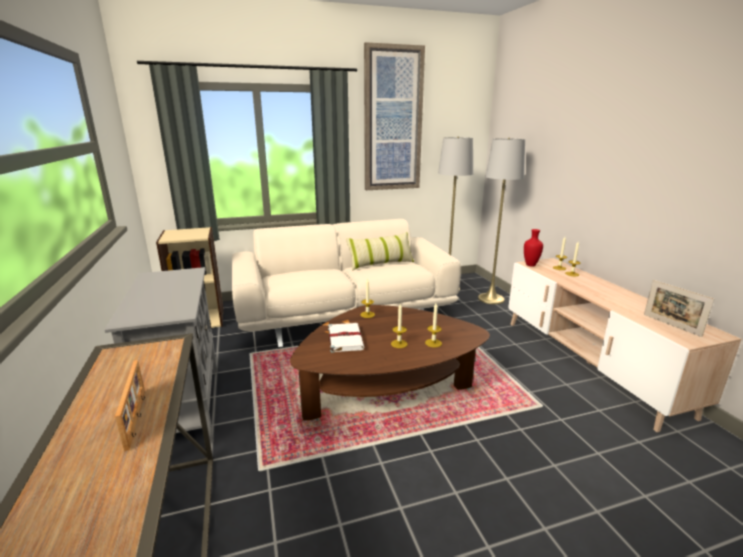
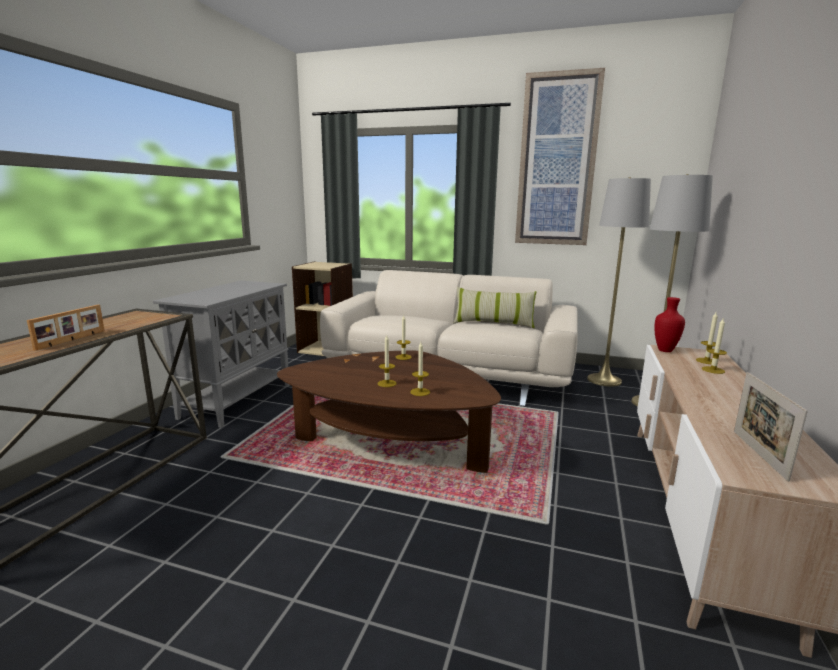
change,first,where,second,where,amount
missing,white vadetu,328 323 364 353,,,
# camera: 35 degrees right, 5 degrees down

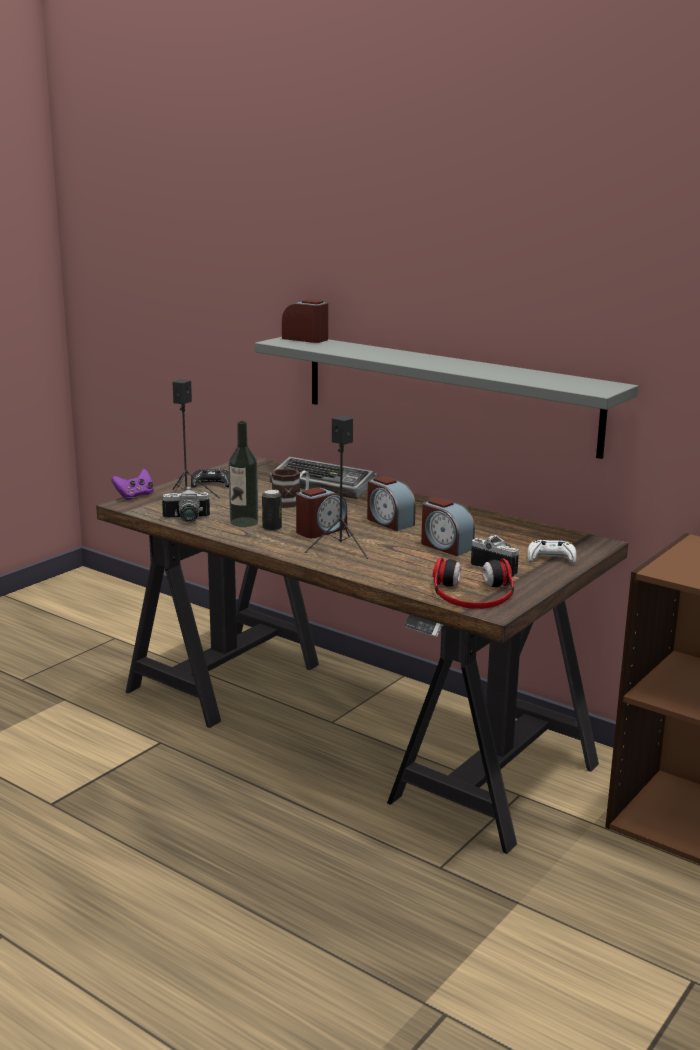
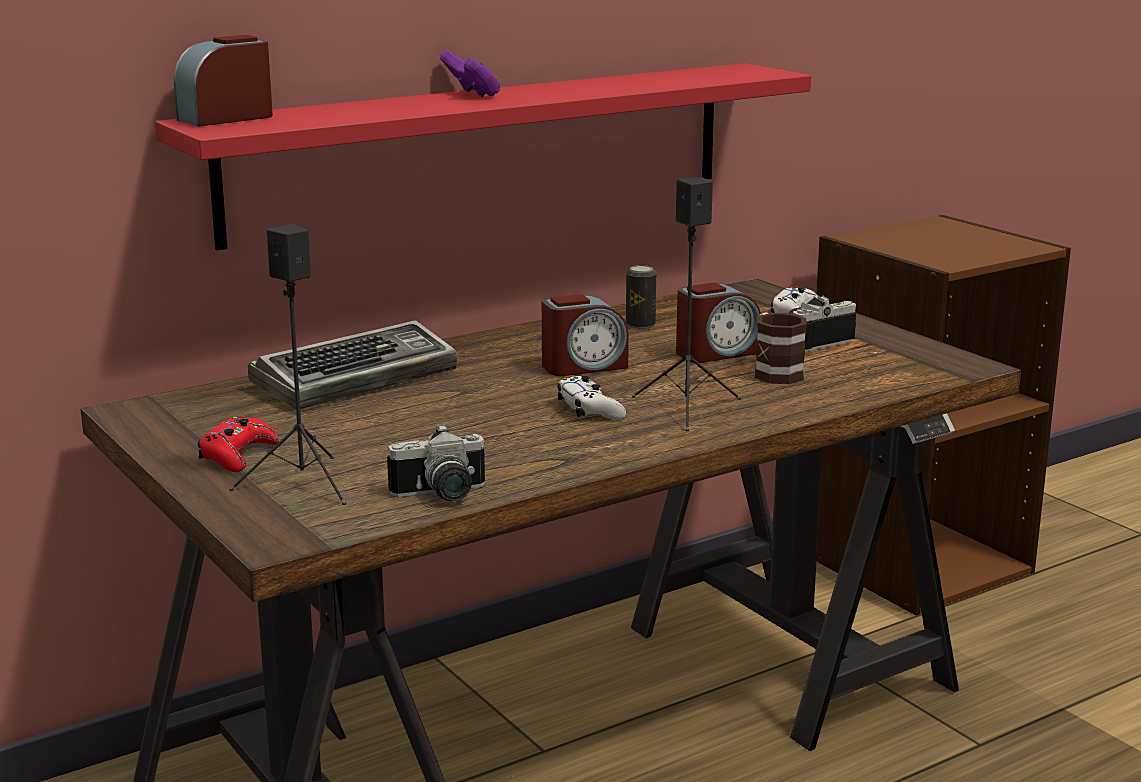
change,first,where,second,where,amount
colour,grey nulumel,255 337 638 459,red nulumel,155 63 811 250,
missing,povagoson,229 421 258 527,,,
relocated,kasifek,272 468 309 508,,755 312 807 384,
relocated,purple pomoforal,111 469 154 500,,440 50 500 97,
colour,black pomoforal,191 469 229 488,red pomoforal,198 416 279 472,
spun,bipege,162 486 210 522,,387 424 485 501,60 degrees clockwise
exchanged,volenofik,296 487 347 538,white pomoforal,557 376 626 420,
relocated,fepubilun,262 489 282 531,,626 265 656 329,
missing,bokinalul,433 558 514 609,,,
# camera: 70 degrees left, 0 degrees up

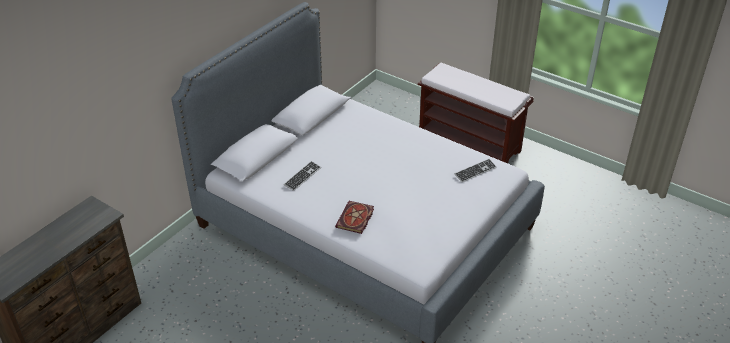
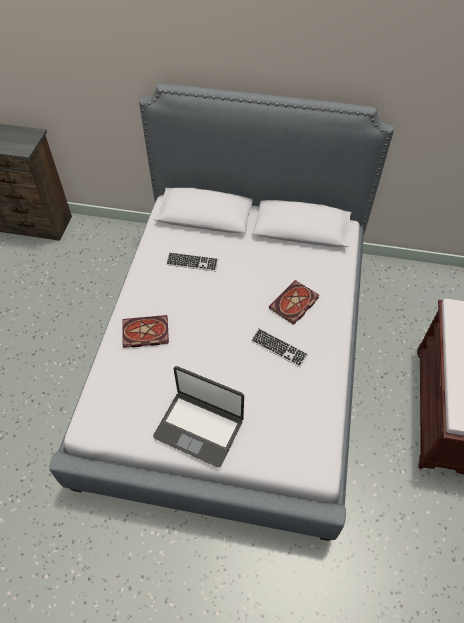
change,first,where,second,where,amount
relocated,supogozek,454 159 497 182,,251 328 308 367,
appeared,,,vadetu,269 280 319 325,
appeared,,,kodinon,153 366 244 467,
# camera: 65 degrees right, 15 degrees up

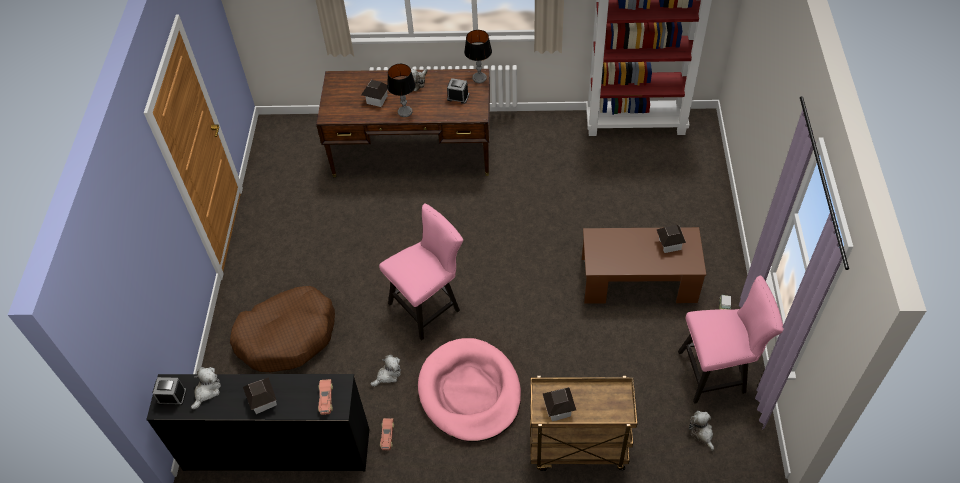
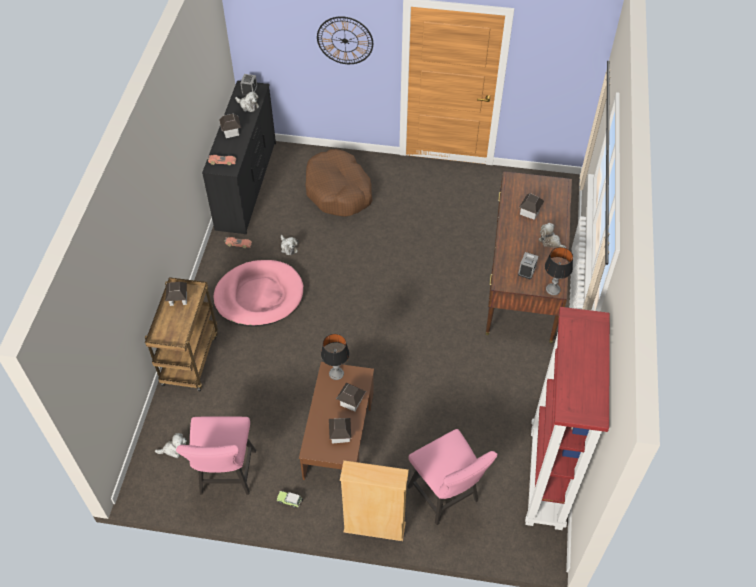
change,first,where,second,where,amount
relocated,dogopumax,387 64 416 117,,321 334 350 380,
relocated,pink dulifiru,379 203 463 340,,407 429 497 525,
appeared,,,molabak,317 16 373 64,
appeared,,,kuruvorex,336 383 366 412,
appeared,,,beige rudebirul,340 460 409 541,
# camera: 95 degrees right, 0 degrees up

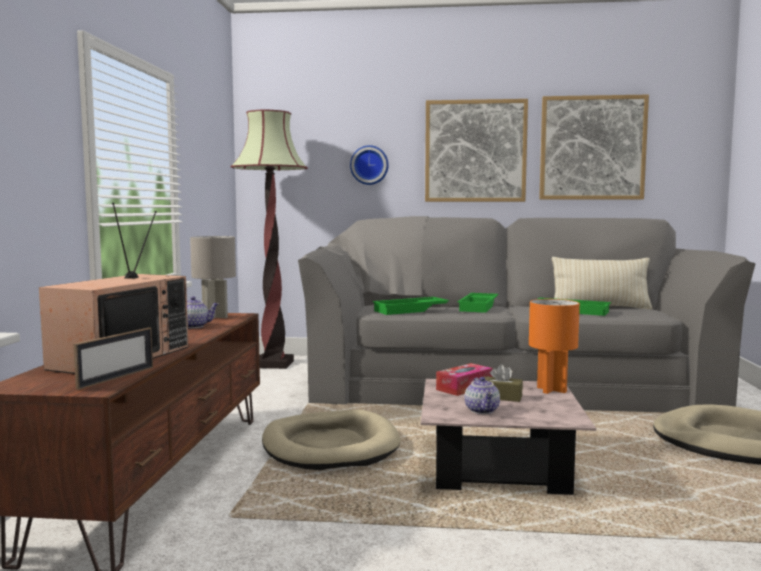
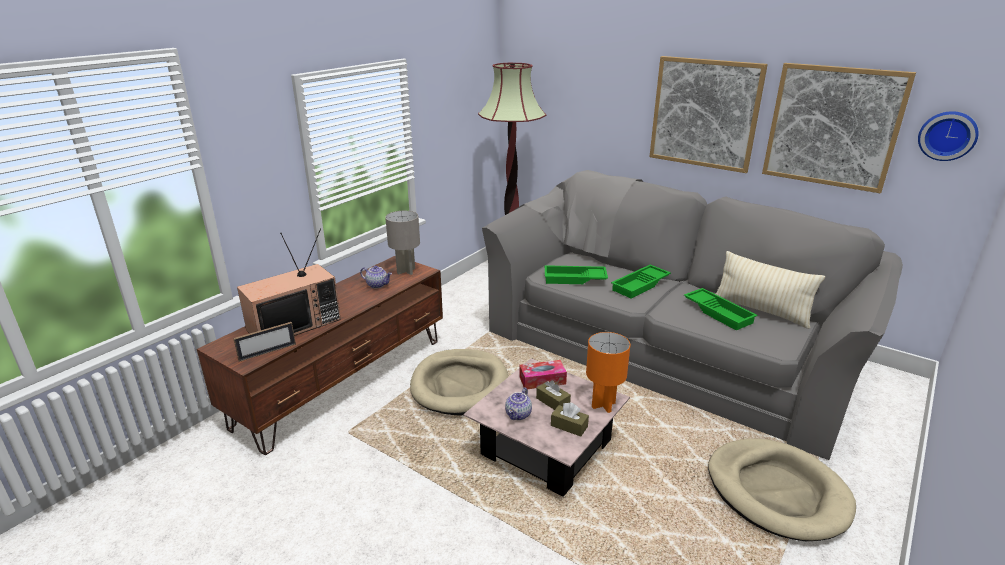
change,first,where,second,where,amount
relocated,molabak,350 145 389 185,,918 111 979 161,
appeared,,,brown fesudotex,551 402 589 437,
# camera: 30 degrees right, 20 degrees up

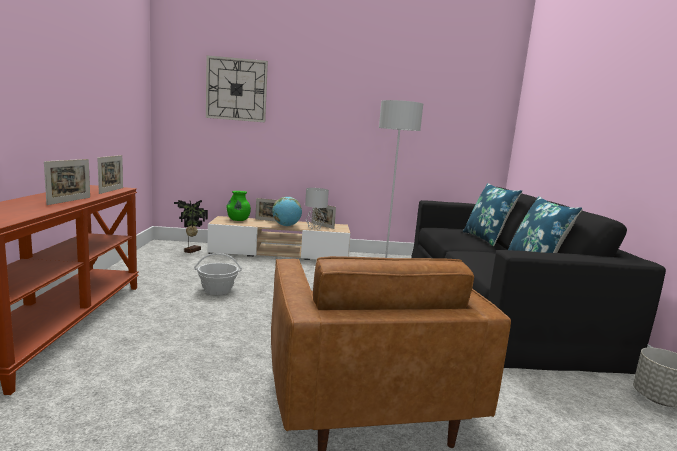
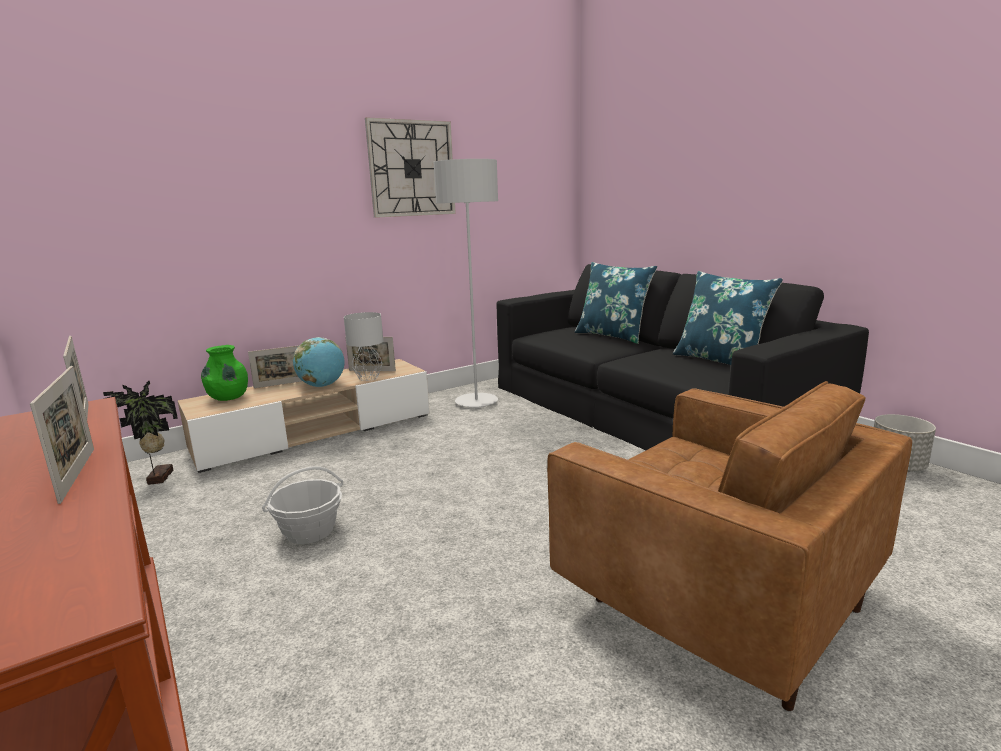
change,first,where,second,where,amount
relocated,molabak,206 55 268 122,,365 117 456 218,
# camera: 30 degrees left, 5 degrees up

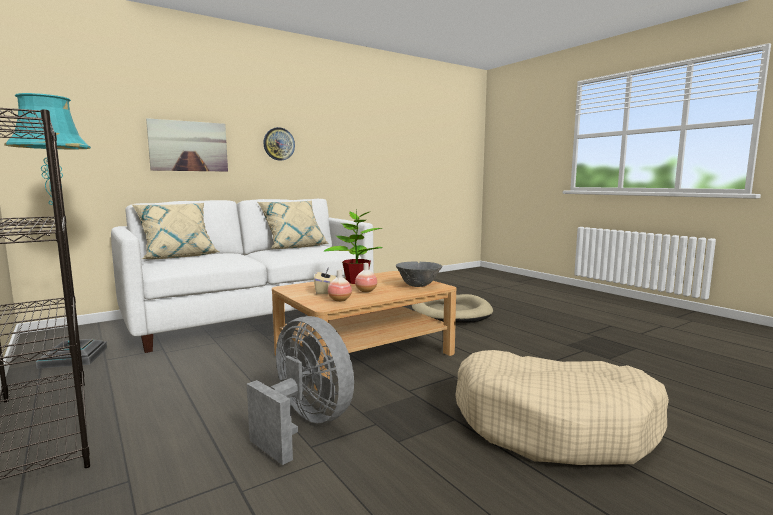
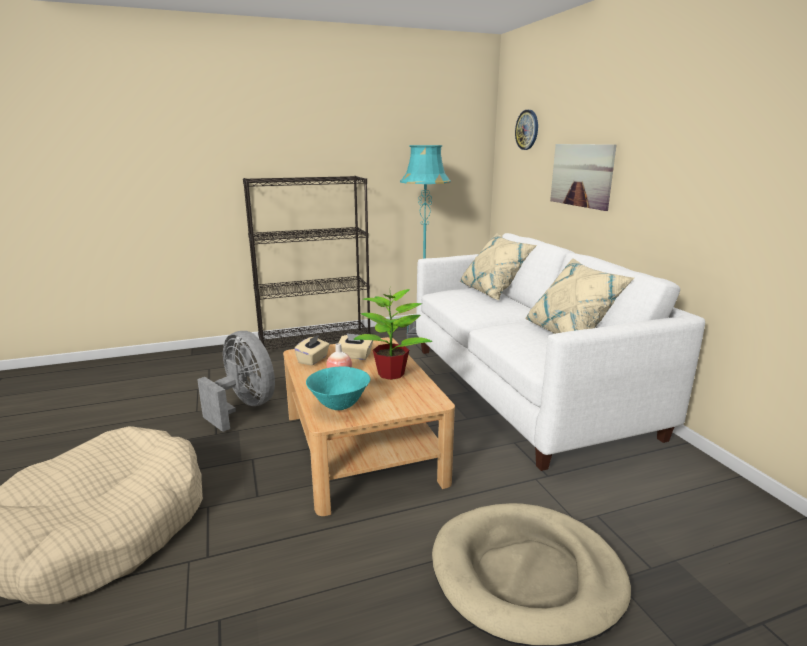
change,first,where,second,where,amount
relocated,molabak,263 127 295 160,,515 110 538 150,
colour,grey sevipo,395 262 442 287,turquoise sevipo,306 366 370 410,
exchanged,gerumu,328 270 352 302,beige fesudotex,294 335 330 366,
spun,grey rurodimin,247 316 354 465,,197 331 275 432,105 degrees counterclockwise
# camera: 105 degrees right, 10 degrees up

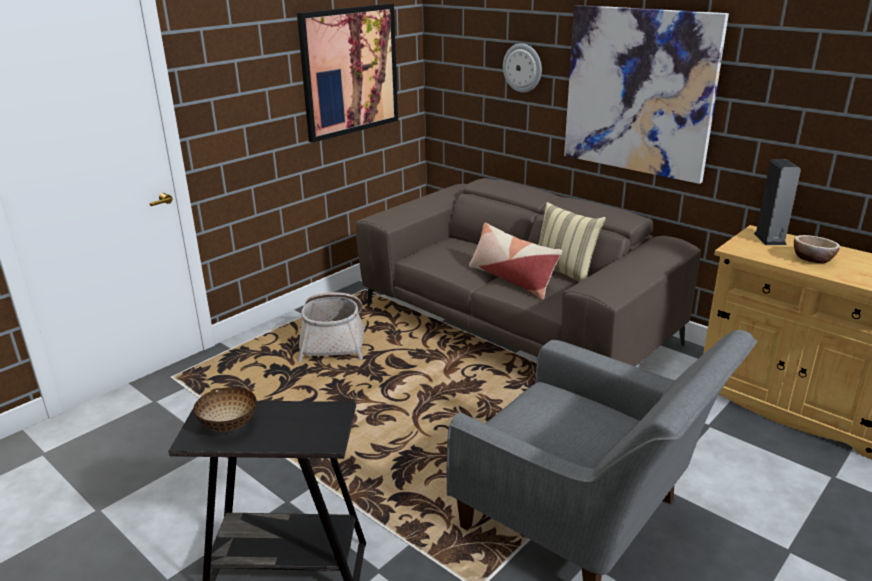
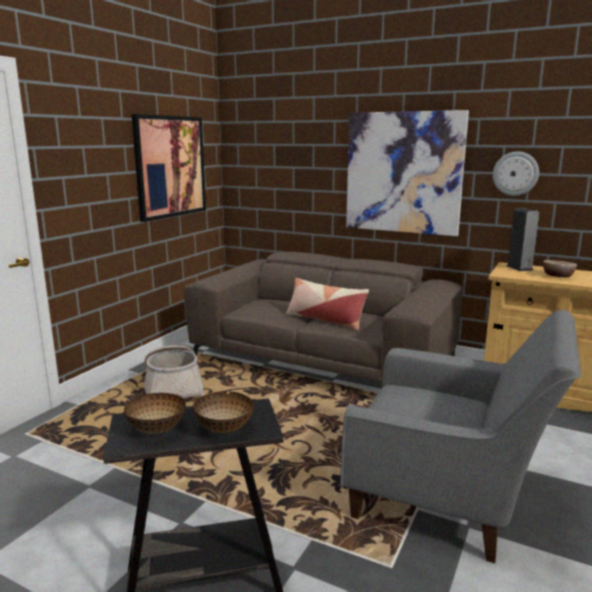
change,first,where,second,where,amount
relocated,molabak,503 43 542 93,,493 152 539 196,
missing,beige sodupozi,538 202 606 282,,,
appeared,,,sevipo,193 391 254 433,
# camera: 15 degrees left, 10 degrees down

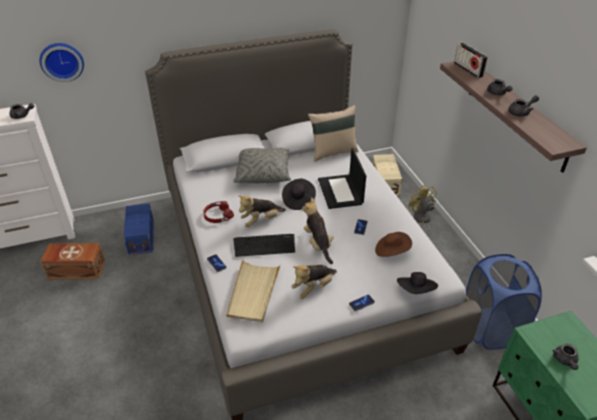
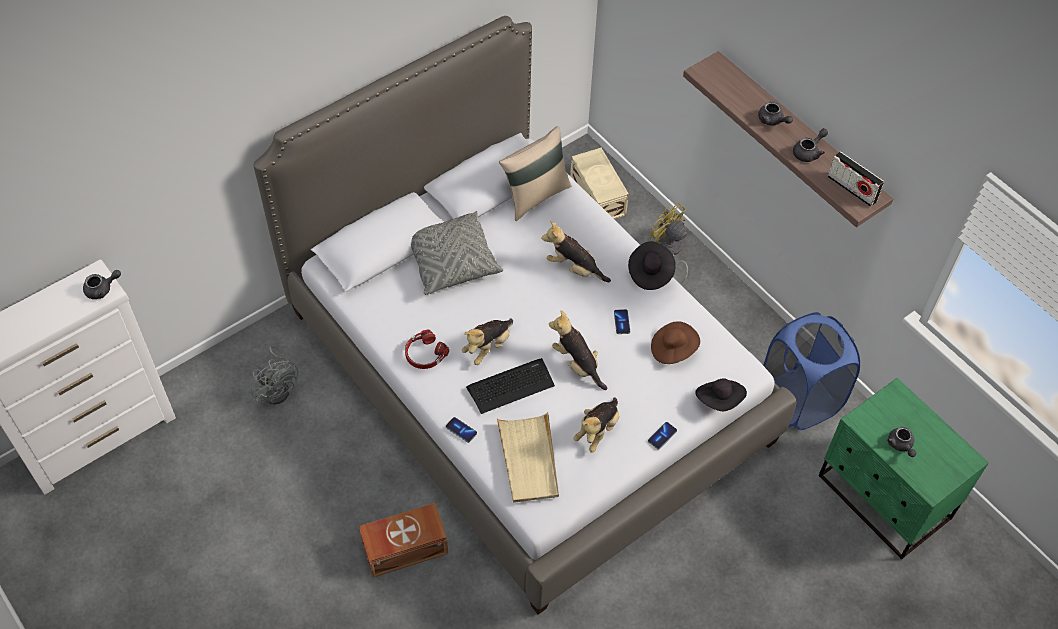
change,first,where,second,where,amount
missing,molabak,39 43 84 82,,,
relocated,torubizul,454 43 488 78,,827 151 884 207,
exchanged,kodinon,318 148 366 209,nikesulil,541 221 611 282,
relocated,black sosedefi,282 179 316 210,,628 241 676 290,
exchanged,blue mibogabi,124 203 154 255,grey rurodimin,251 346 298 405,
relocated,brown mibogabi,40 243 105 279,,359 503 448 577,
# camera: 20 degrees left, 15 degrees up

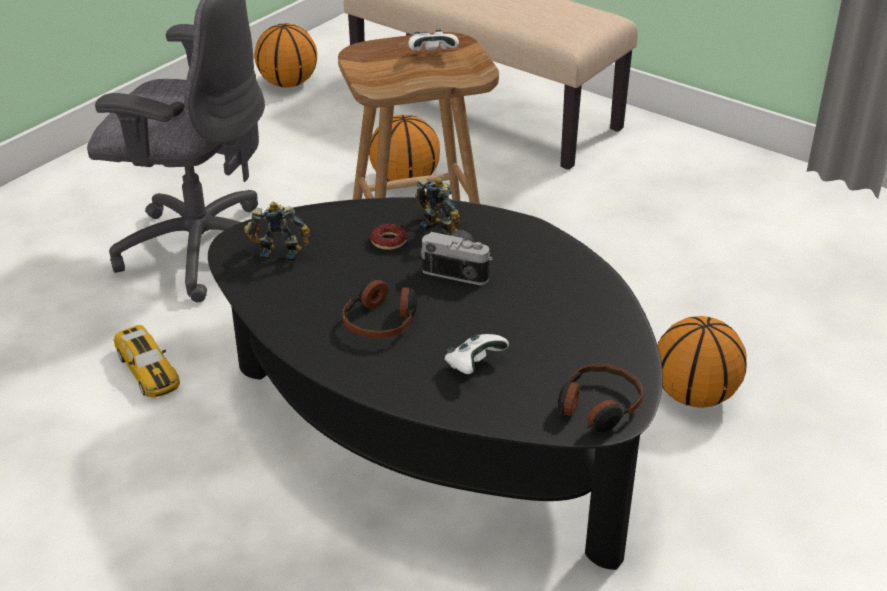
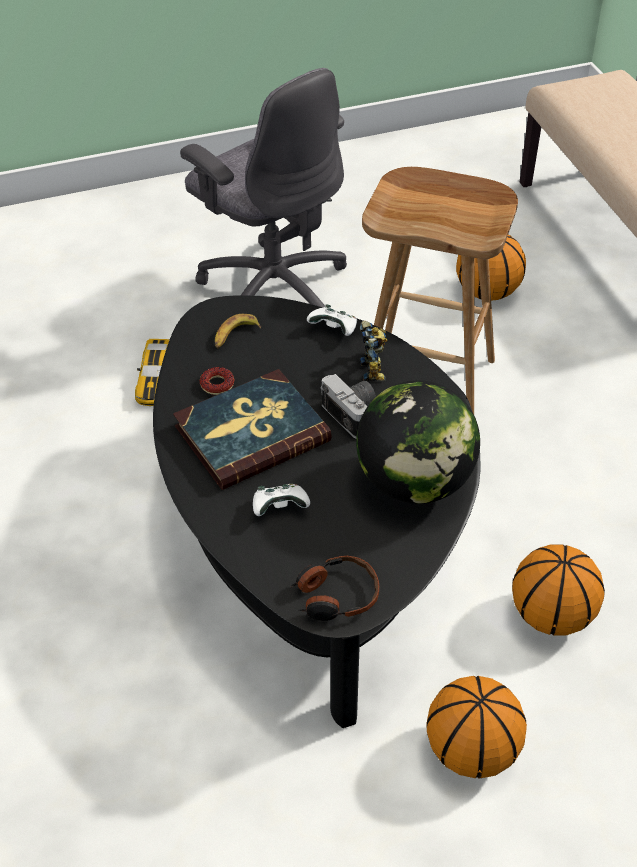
change,first,where,second,where,amount
relocated,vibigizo,254 23 317 87,,426 676 527 779,
relocated,white pomoforal,408 29 459 51,,307 304 357 336,
exchanged,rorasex,244 201 310 262,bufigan,215 314 261 349,
relocated,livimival,370 223 407 250,,200 367 234 395,
exchanged,bokinalul,343 279 417 338,vadetu,173 369 332 490,
appeared,,,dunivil,356 380 480 504,
# camera: 35 degrees right, 10 degrees up

